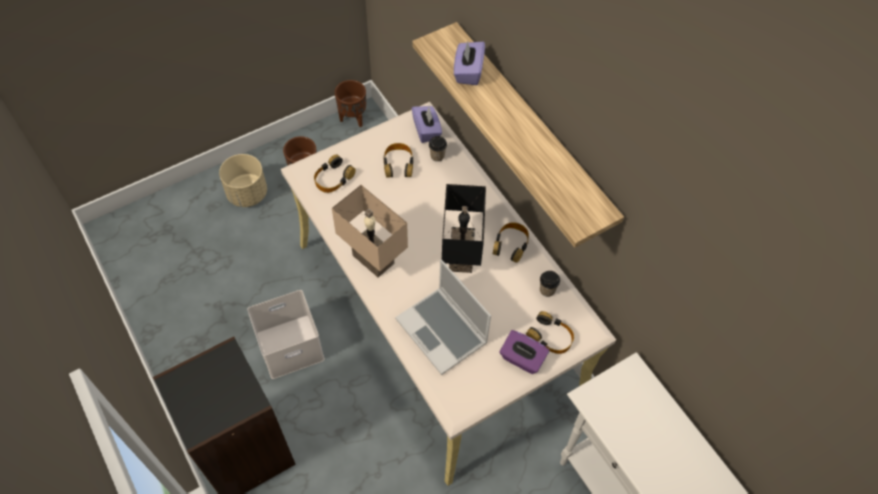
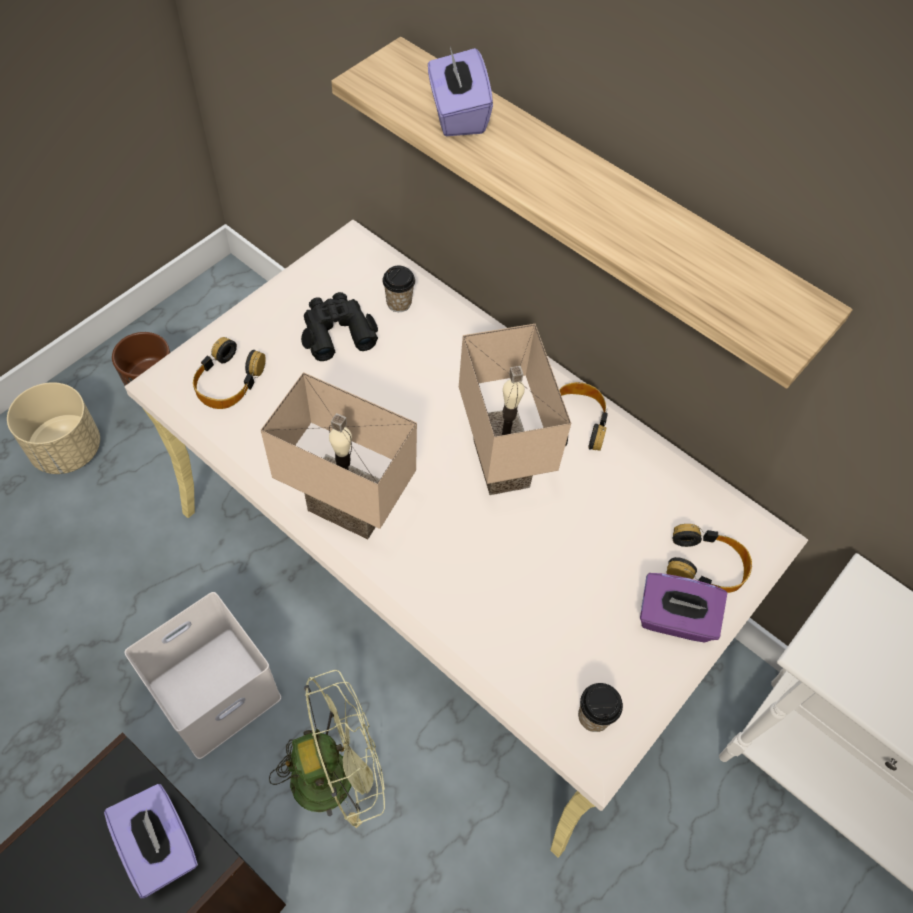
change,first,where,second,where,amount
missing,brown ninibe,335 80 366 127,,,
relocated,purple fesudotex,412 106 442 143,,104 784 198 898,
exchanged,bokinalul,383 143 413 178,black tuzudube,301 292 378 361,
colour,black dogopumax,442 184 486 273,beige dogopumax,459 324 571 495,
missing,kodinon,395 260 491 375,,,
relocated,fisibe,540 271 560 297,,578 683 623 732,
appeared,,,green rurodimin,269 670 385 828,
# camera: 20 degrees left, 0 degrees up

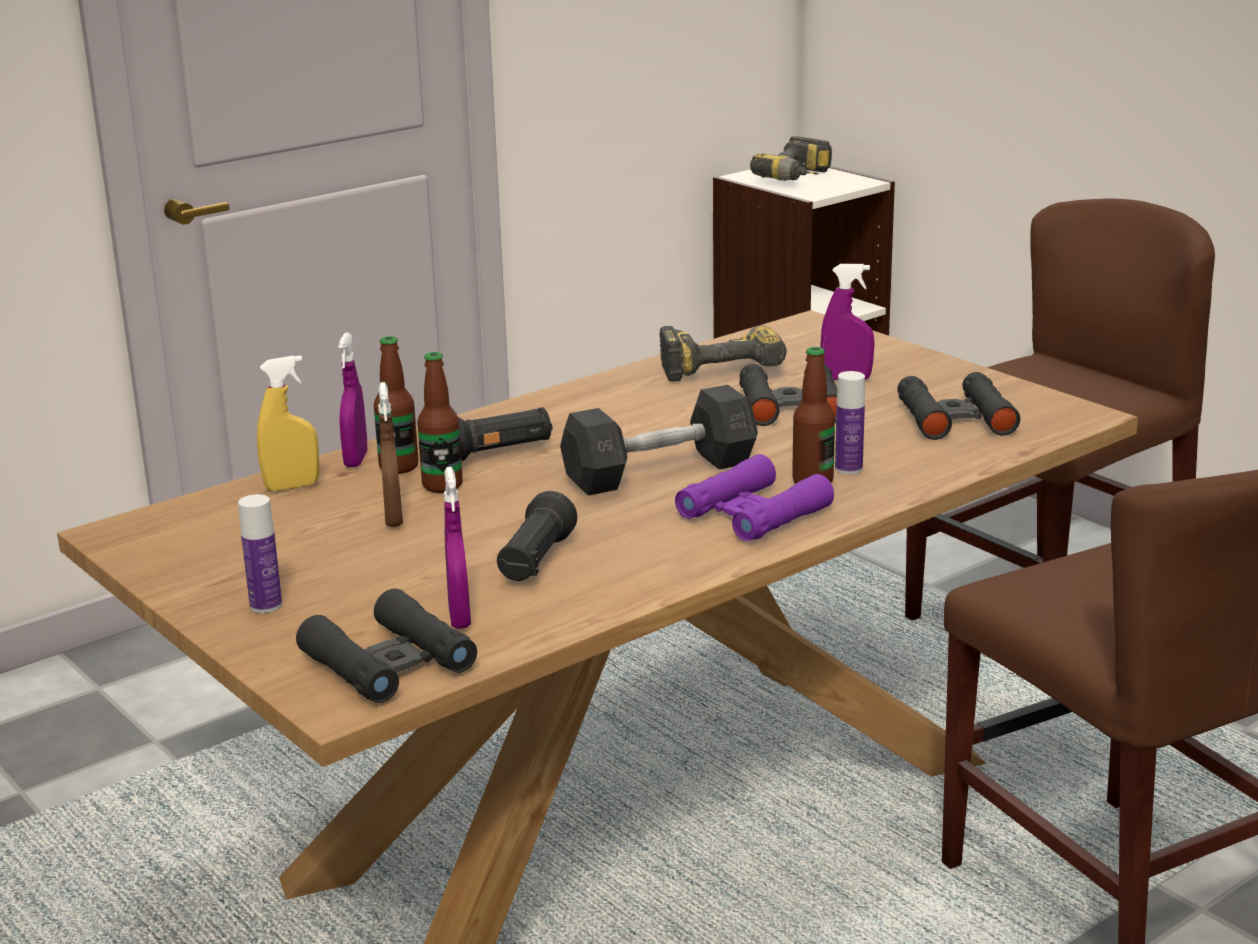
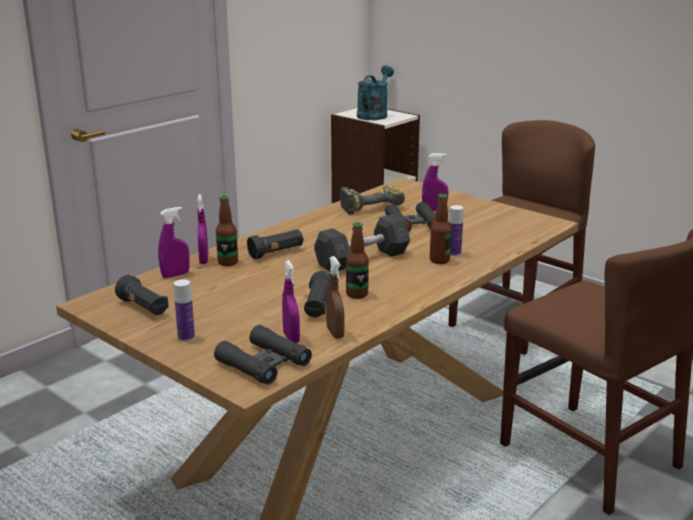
change,first,where,second,where,amount
exchanged,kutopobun,750 136 832 181,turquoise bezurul,357 66 394 120,
relocated,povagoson,417 352 463 493,,346 222 369 299,
colour,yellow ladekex,257 355 319 491,purple ladekex,158 207 190 278,
missing,black tuzudube,897 372 1020 440,,,
relocated,brown ladekex,378 382 403 527,,326 256 344 339,
missing,purple tuzudube,675 454 834 541,,,
appeared,,,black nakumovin,115 275 169 315,
# camera: 10 degrees left, 0 degrees up

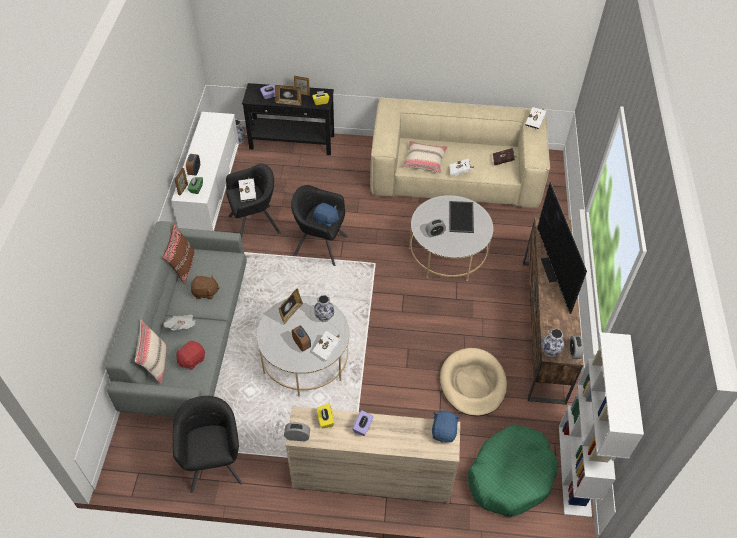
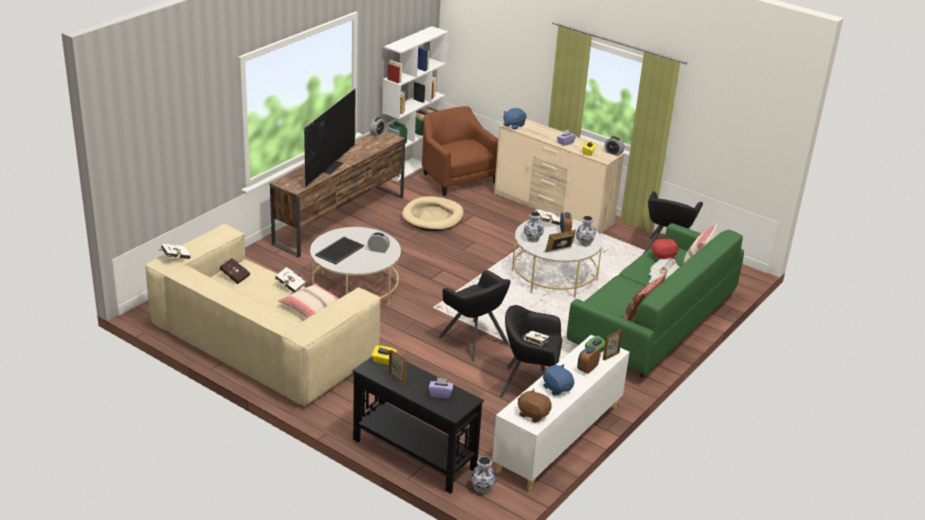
change,first,where,second,where,amount
missing,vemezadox,275 85 301 106,,,
relocated,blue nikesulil,313 203 339 227,,543 364 574 396,
colour,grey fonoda,106 221 247 417,green fonoda,567 223 744 378,
relocated,brown nikesulil,191 275 220 299,,518 389 552 423,
relocated,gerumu,541 329 564 357,,576 216 596 247,
exchanged,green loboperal,468 424 558 517,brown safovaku,422 106 498 196,
# camera: 150 degrees left, 20 degrees down

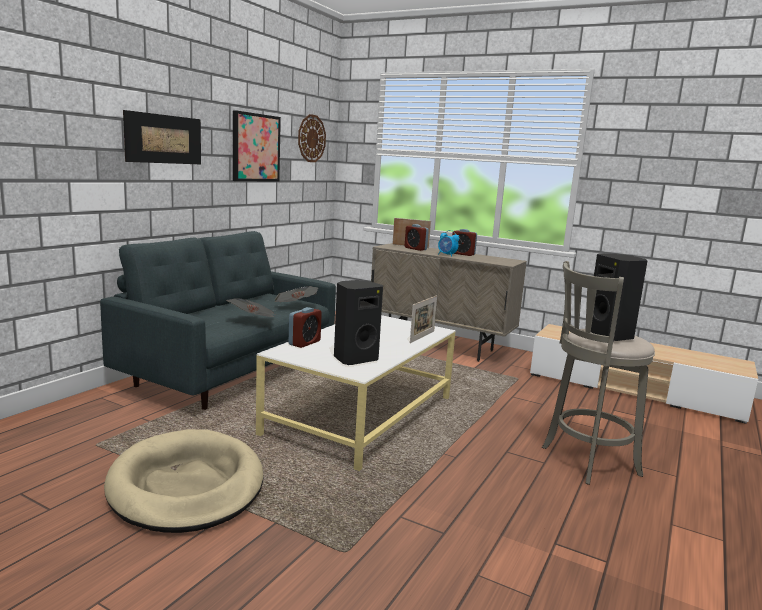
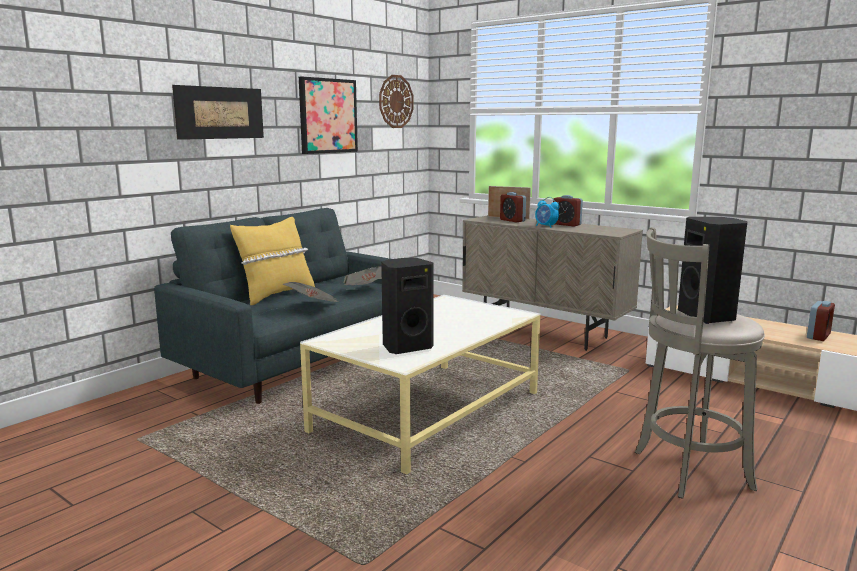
change,first,where,second,where,amount
missing,vemezadox,410 295 437 343,,,
relocated,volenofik,288 307 322 348,,807 301 835 341,
missing,beige loboperal,104 429 264 533,,,
appeared,,,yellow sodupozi,230 217 315 305,
# camera: 10 degrees right, 0 degrees up

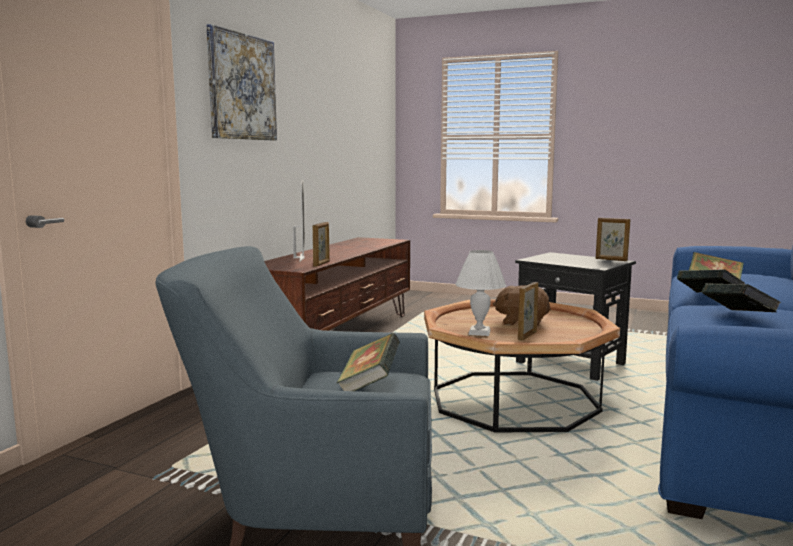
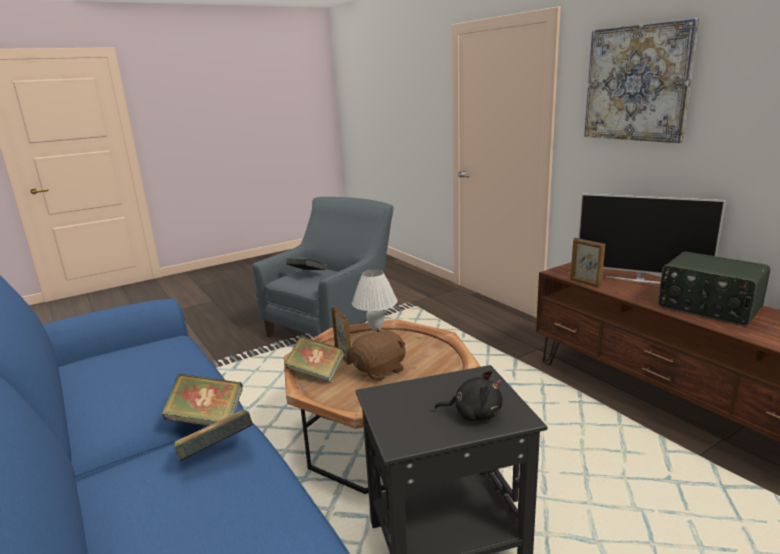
change,first,where,second,where,amount
missing,vemezadox,596 218 630 261,,,
relocated,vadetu,702 283 781 312,,284 336 345 383,
appeared,,,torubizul,658 252 770 326,
appeared,,,black nikesulil,435 370 503 421,
# camera: 125 degrees right, 10 degrees up

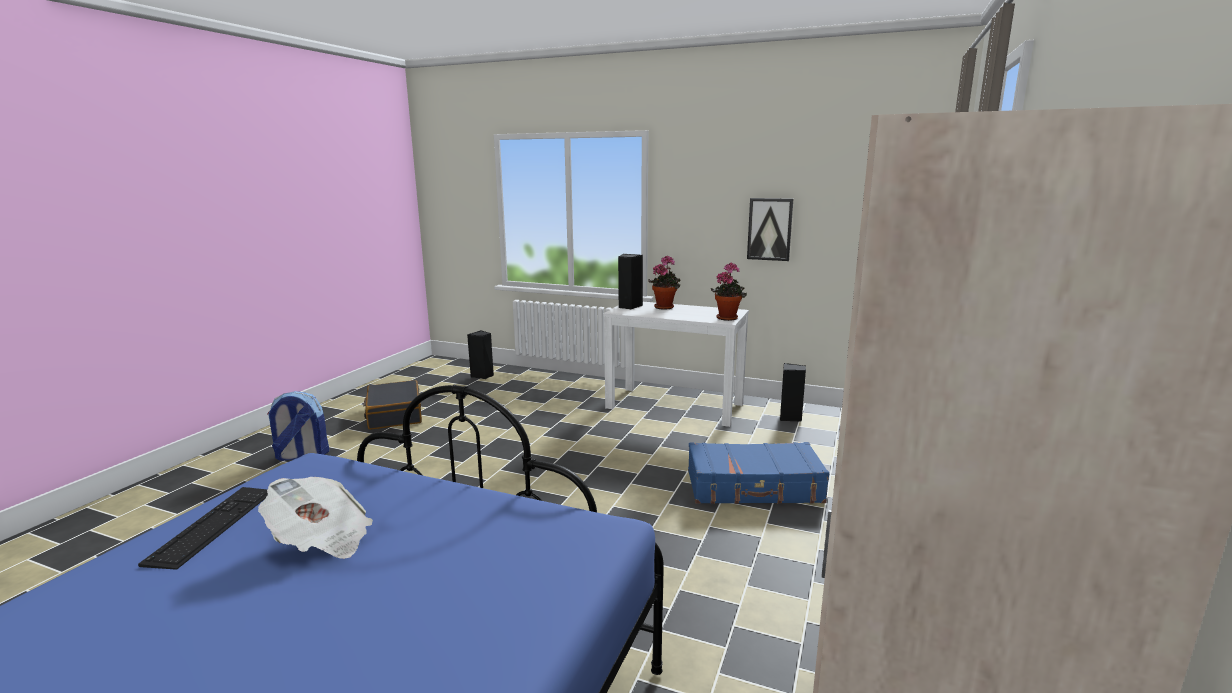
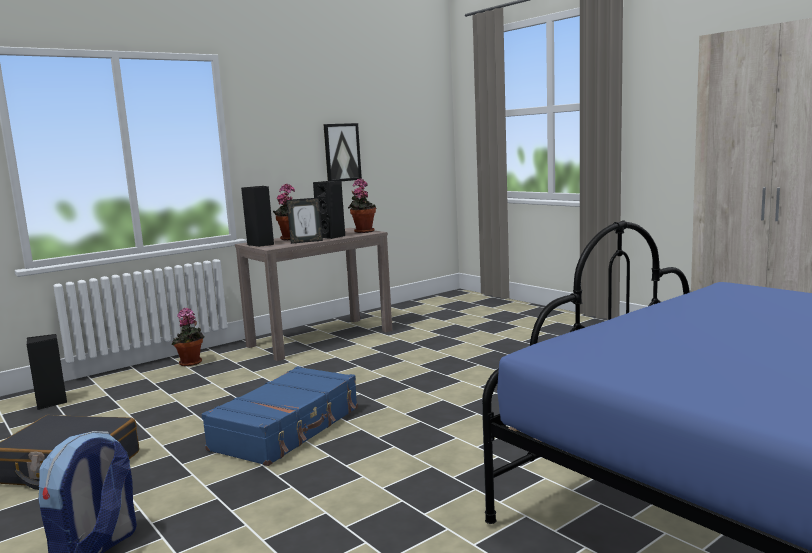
change,first,where,second,where,amount
colour,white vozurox,603 302 749 427,brown vozurox,235 228 392 361,
relocated,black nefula,780 363 806 421,,313 181 346 239,
relocated,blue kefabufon,688 442 829 504,,202 366 358 466,
missing,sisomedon,258 477 373 559,,,
missing,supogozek,138 487 268 570,,,
appeared,,,vemezadox,287 198 323 244,
appeared,,,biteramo,171 308 204 366,
# camera: 60 degrees left, 5 degrees down

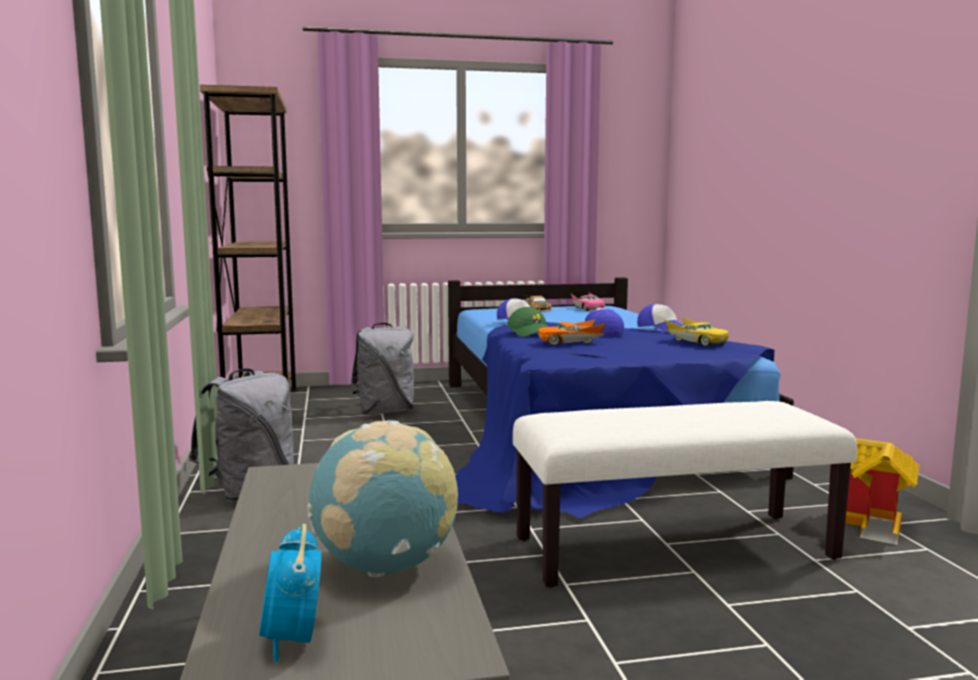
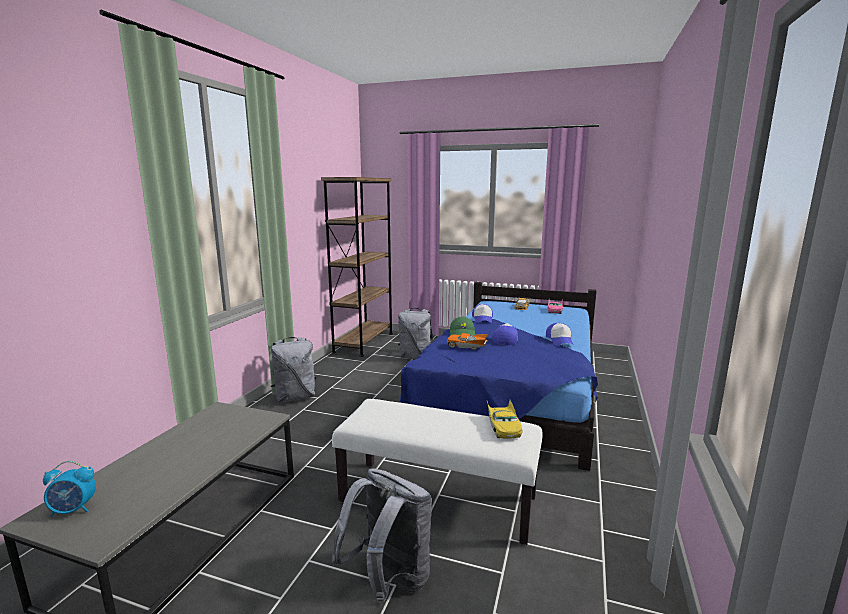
change,first,where,second,where,amount
relocated,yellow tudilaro,664 318 729 346,,487 400 523 439,
missing,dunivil,307 420 458 577,,,
missing,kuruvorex,845 438 920 545,,,
spun,volenofik,259 524 321 662,,43 461 96 517,120 degrees counterclockwise
appeared,,,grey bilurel,331 468 432 603,
# camera: 30 degrees right, 5 degrees up

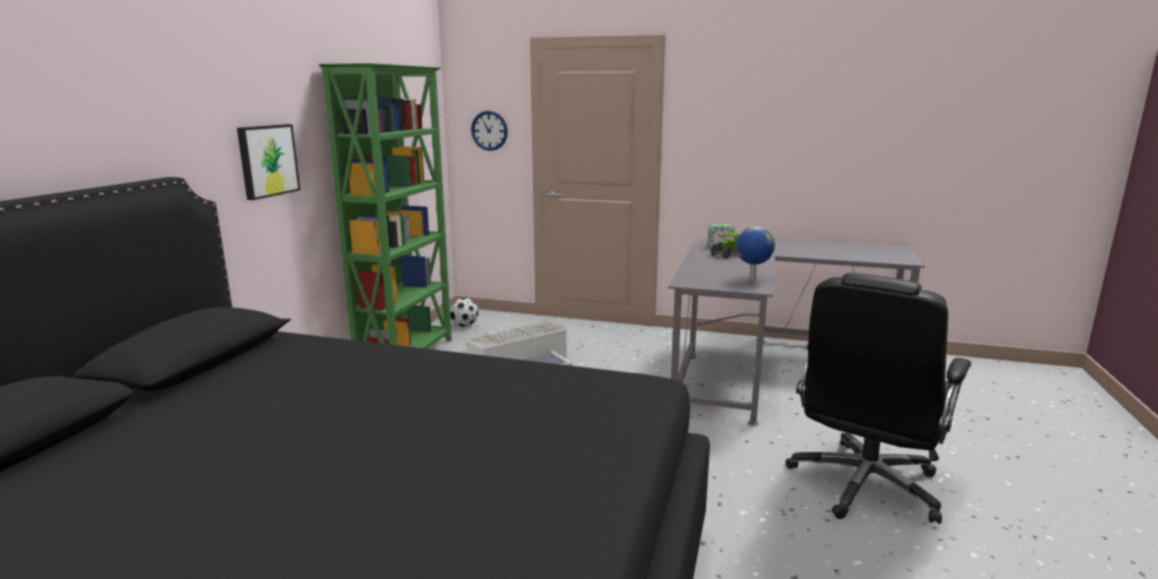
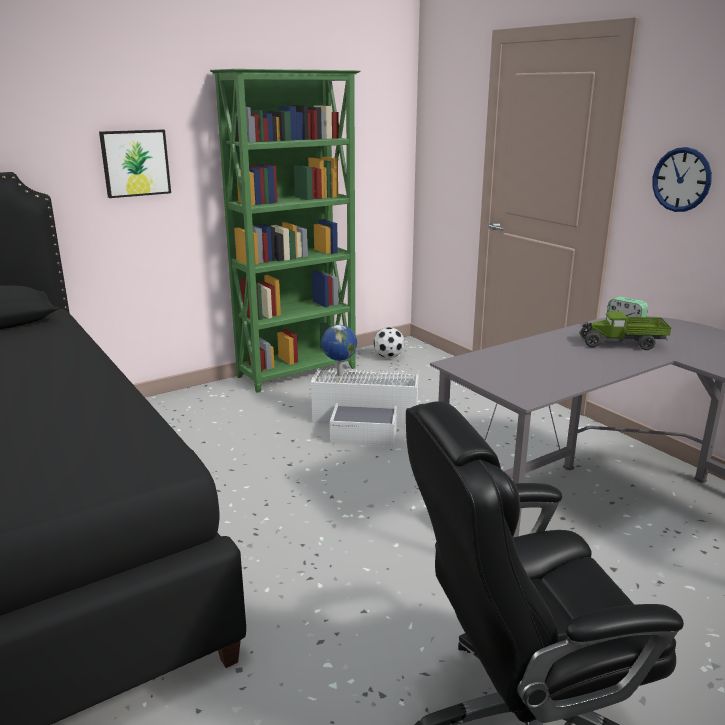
change,first,where,second,where,amount
relocated,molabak,471 111 508 151,,652 147 712 212,
relocated,dunivil,736 227 775 282,,321 325 357 376,
# camera: 40 degrees right, 5 degrees up

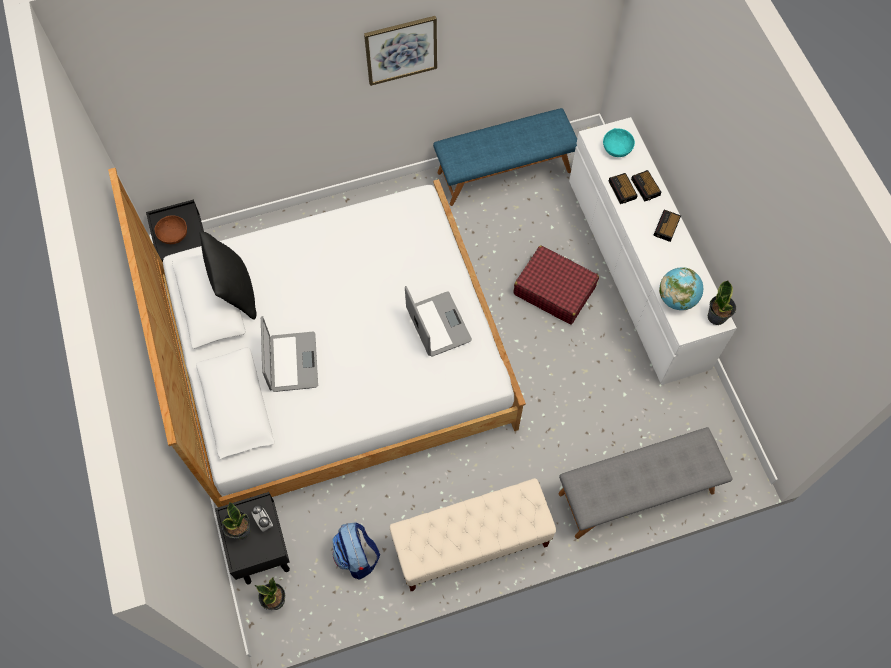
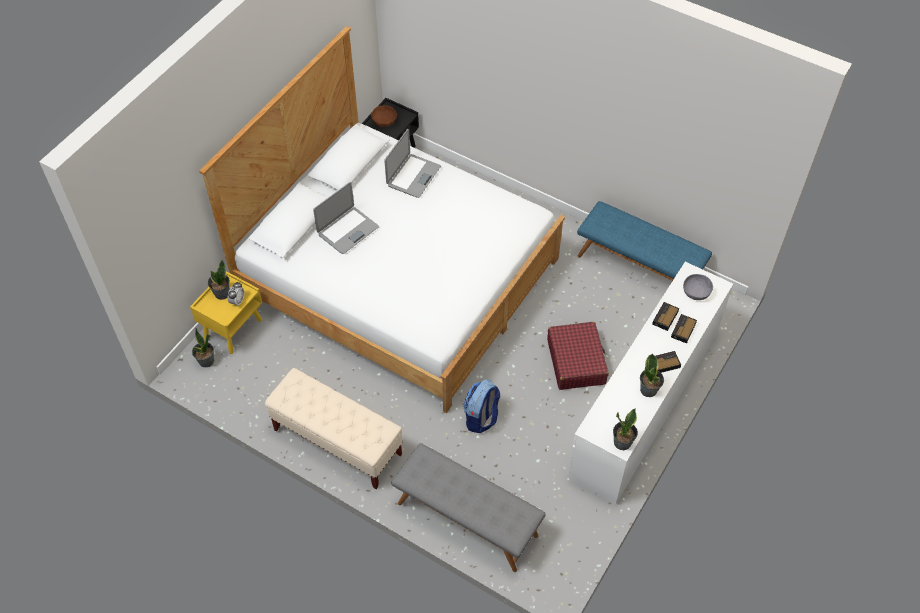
change,first,where,second,where,amount
missing,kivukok,364 16 437 86,,,
colour,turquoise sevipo,603 128 635 157,grey sevipo,683 274 713 300,
missing,black sodupozi,199 231 257 320,,,
missing,dunivil,659 267 703 310,,,
relocated,kodinon,405 286 472 357,,384 129 441 198,
colour,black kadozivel,215 492 290 585,yellow kadozivel,190 271 262 354,
relocated,bilurel,333 522 380 580,,464 379 500 433,
appeared,,,biteramo,640 353 664 397,
# camera: 50 degrees right, 10 degrees down

